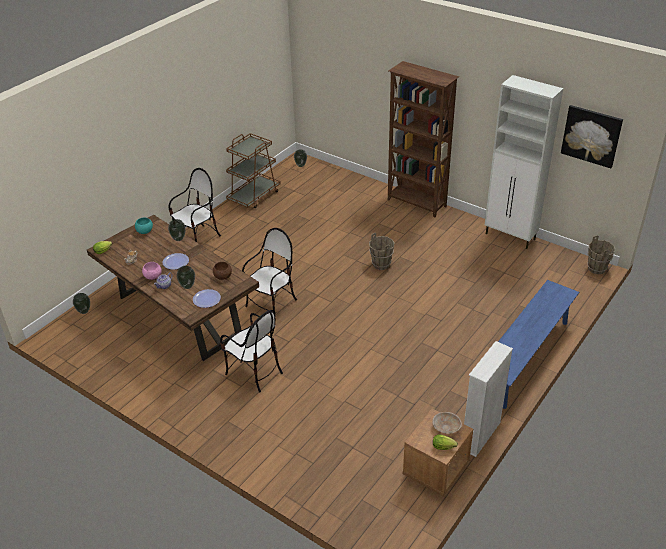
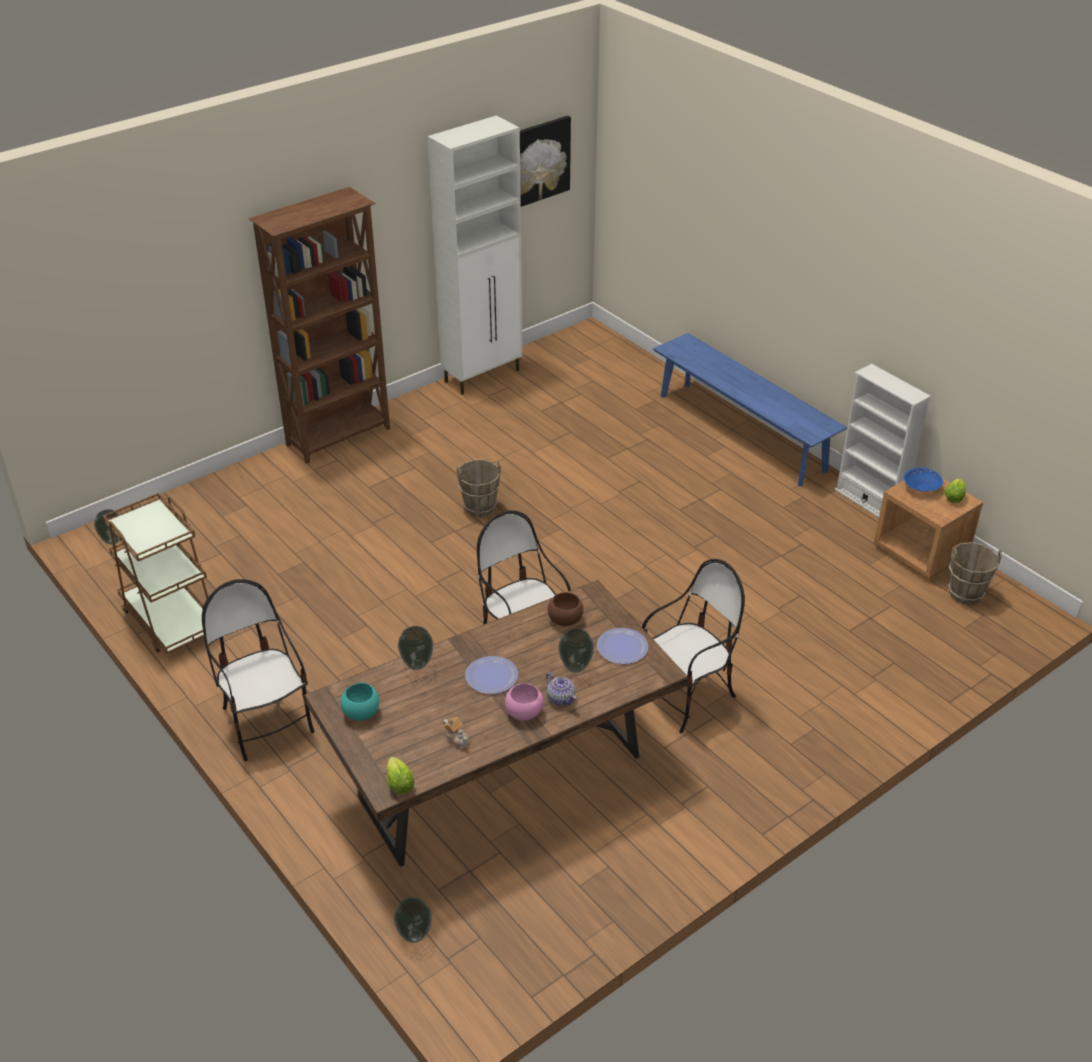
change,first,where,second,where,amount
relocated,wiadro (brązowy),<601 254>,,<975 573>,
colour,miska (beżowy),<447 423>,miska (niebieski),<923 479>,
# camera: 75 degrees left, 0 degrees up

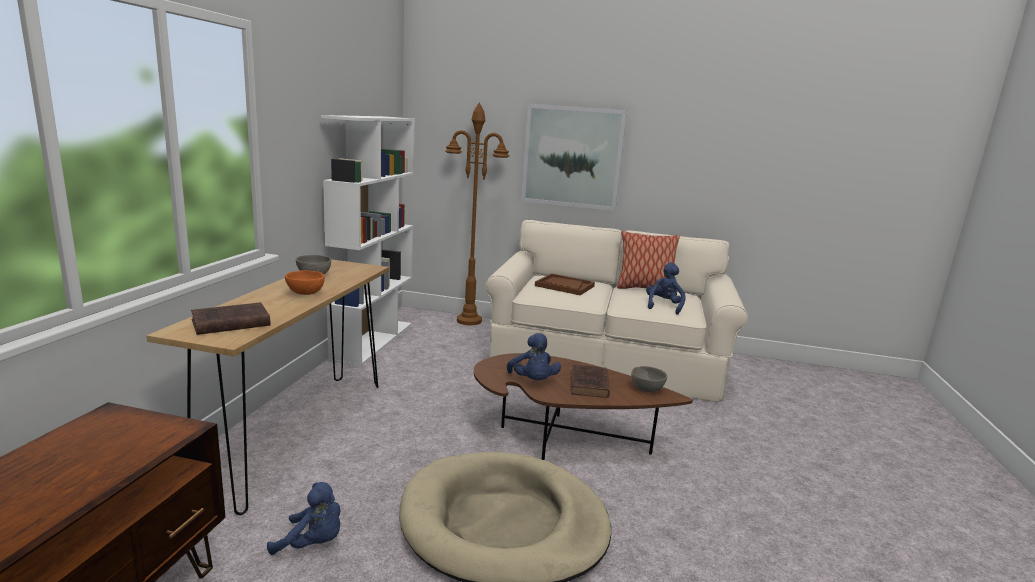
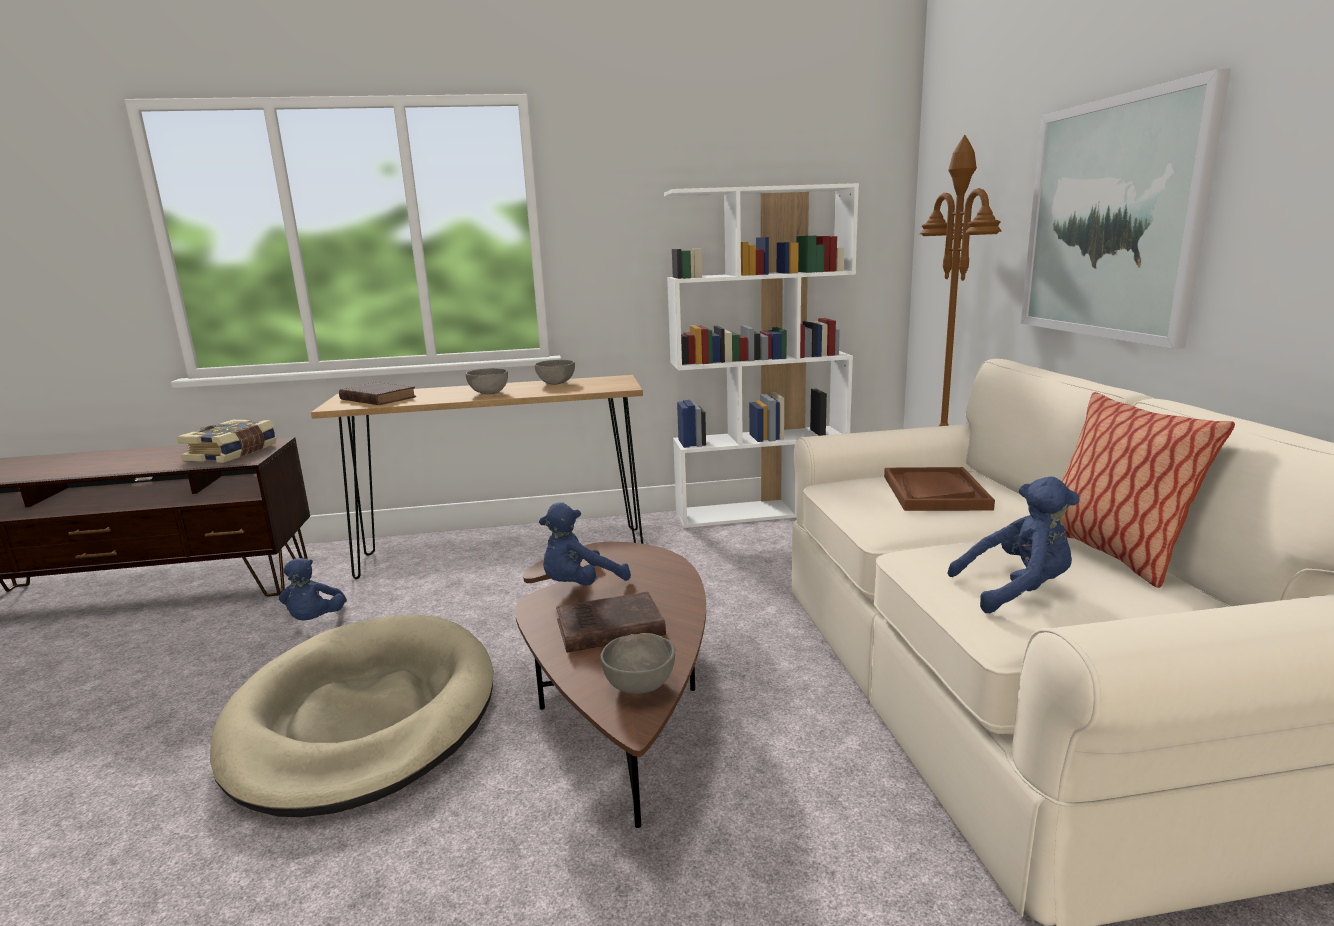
change,first,where,second,where,amount
appeared,,,książka,<227 441>,
colour,miska (pomarańczowy),<305 282>,miska (szary),<487 381>,
# camera: 70 degrees right, 0 degrees up

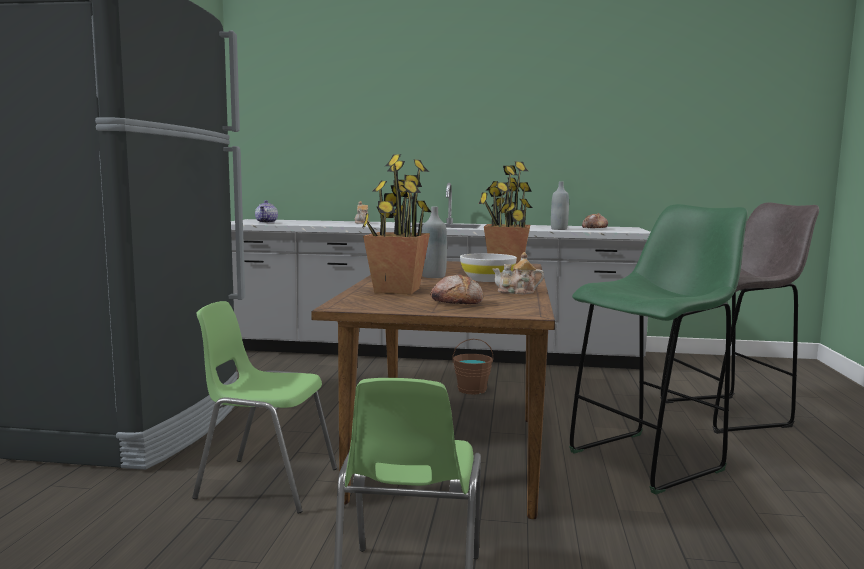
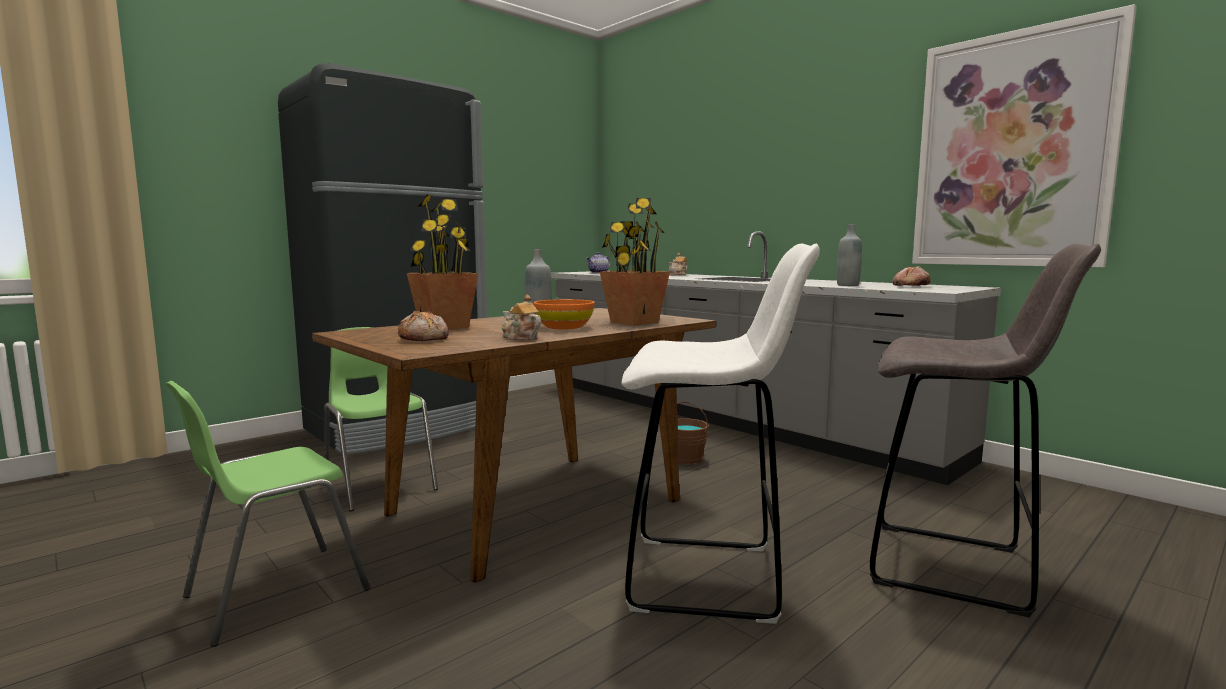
change,first,where,second,where,amount
appeared,,,obraz,<1024 135>,
colour,miska (biały),<488 267>,miska (pomarańczowy),<564 314>,
colour,stołek (zielony),<658 349>,stołek (biały),<720 434>,
# camera: 40 degrees right, 0 degrees up

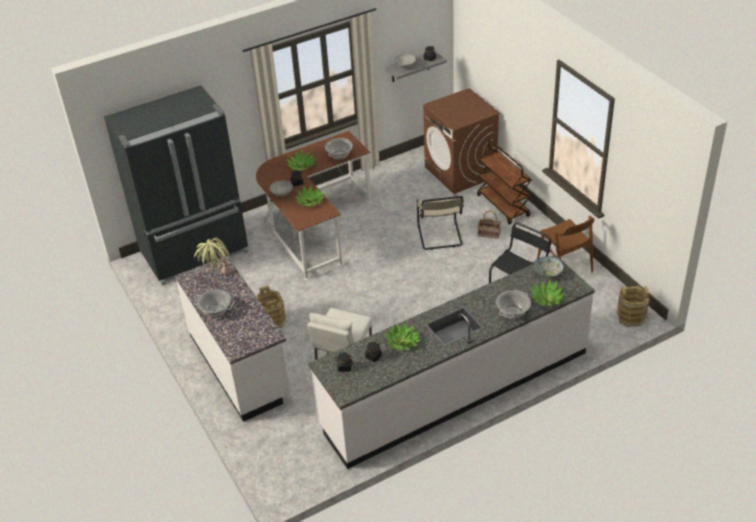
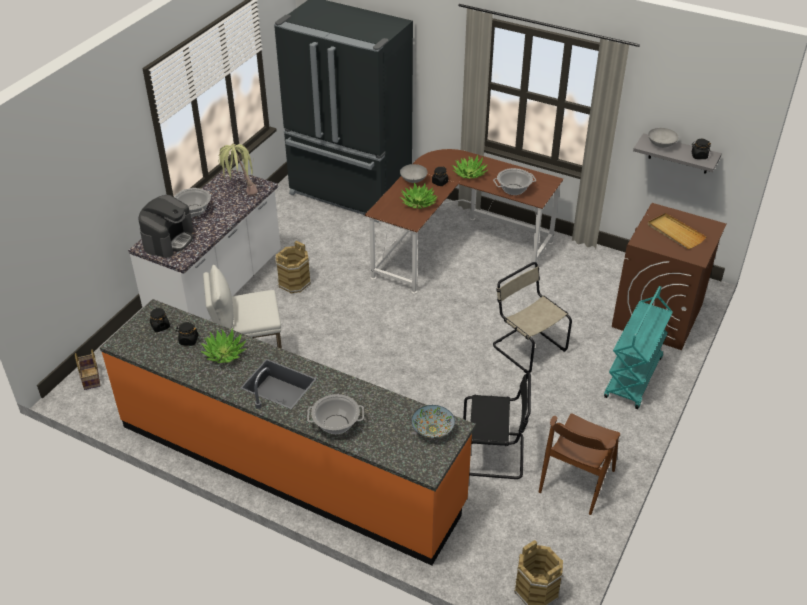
change,first,where,second,where,amount
missing,roślina doniczkowa,<548 292>,,,
appeared,,,ekspres do kawy,<165 226>,
appeared,,,taca (beżowy),<677 231>,
relocated,koszyk,<489 225>,,<88 369>,
colour,zabudowa kuchenna (biały),<451 361>,zabudowa kuchenna (pomarańczowy),<288 432>,
colour,wózek (brązowy),<504 182>,wózek (turkusowy),<638 347>,
spun,krzesło (beżowy),<440 222>,,<532 317>,90 degrees clockwise
# camera: 55 degrees right, 0 degrees up

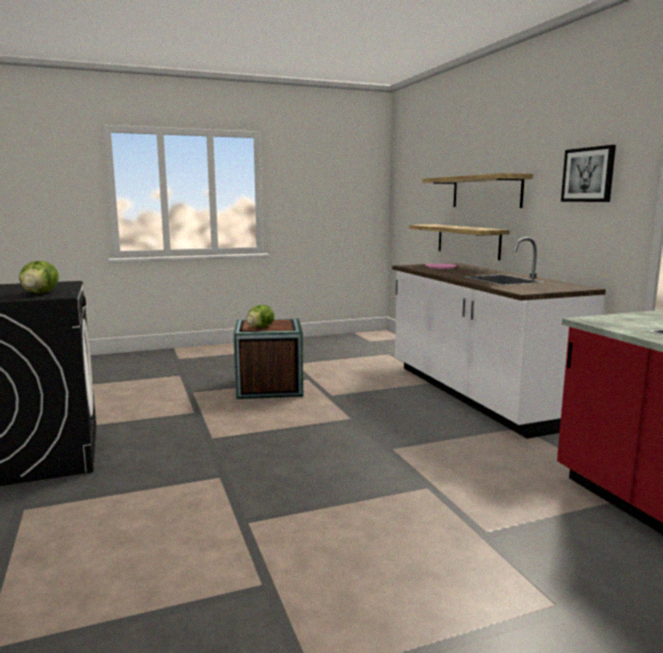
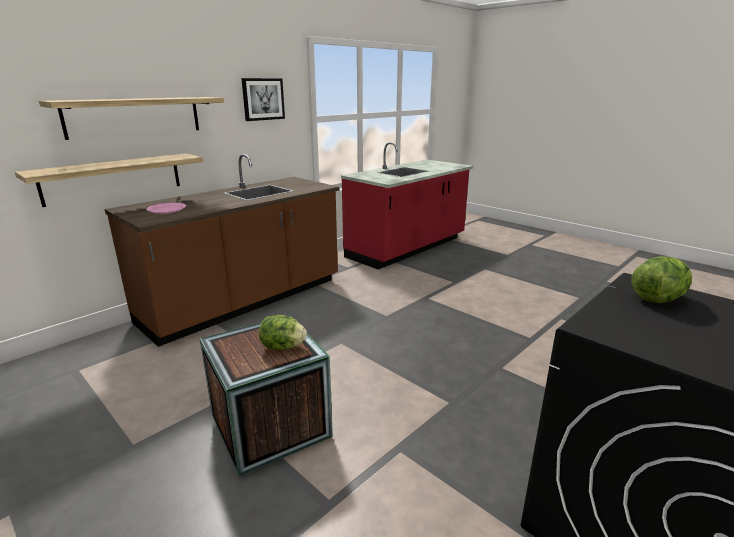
change,first,where,second,where,amount
colour,zabudowa kuchenna (biały),<499 338>,zabudowa kuchenna (brązowy),<222 250>,
# camera: 115 degrees left, 10 degrees up

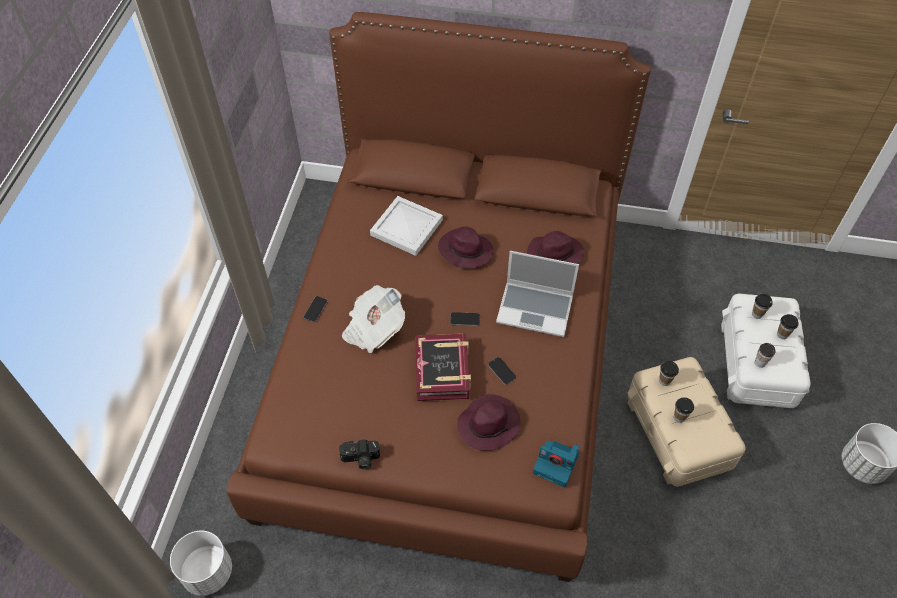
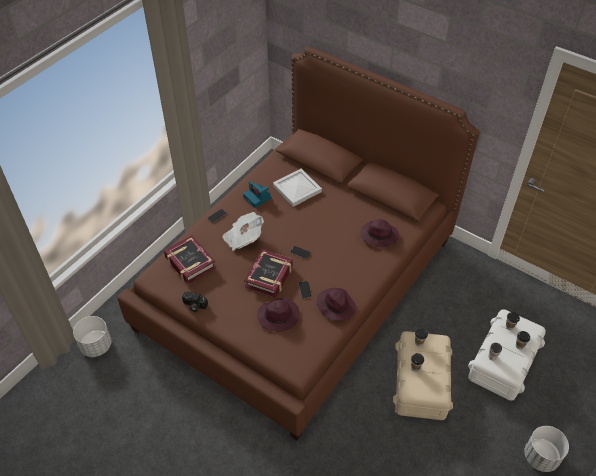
change,first,where,second,where,amount
missing,laptop,<537 294>,,,
appeared,,,książka,<190 259>,
relocated,kapelusz (fioletowy),<466 248>,,<336 304>,
relocated,aparat fotograficzny,<556 463>,,<257 194>,
# camera: 25 degrees right, 5 degrees down

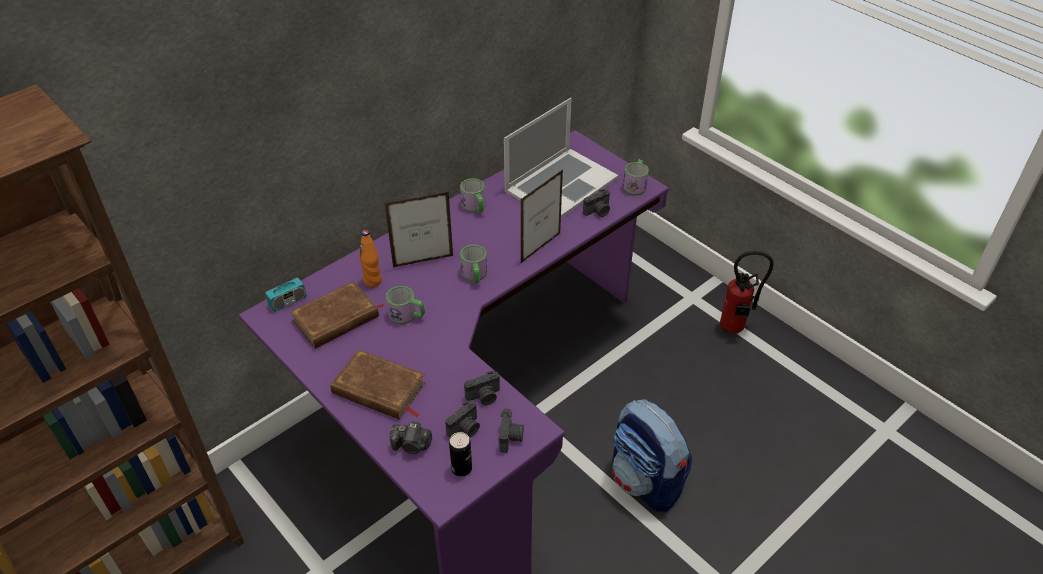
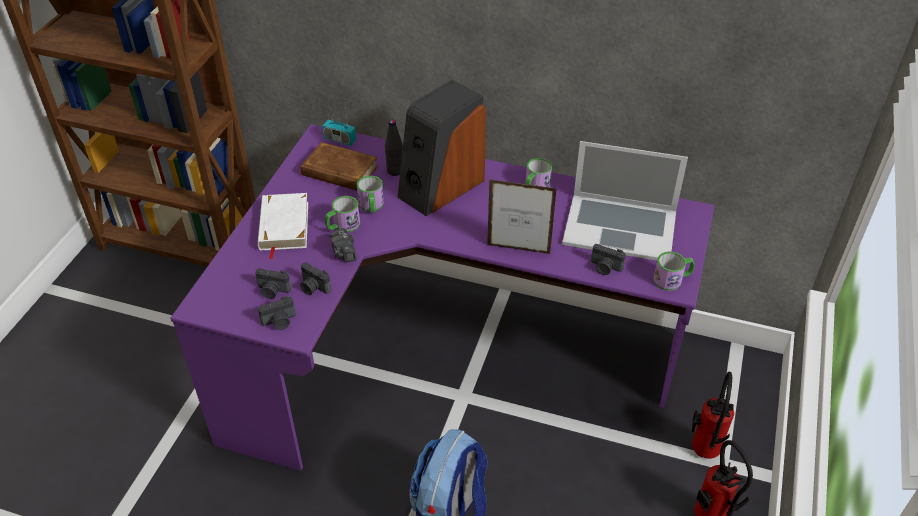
change,first,where,second,where,amount
missing,puszka,<460 454>,,,
appeared,,,gaśnica,<713 415>,
relocated,aparat fotograficzny,<411 437>,,<343 245>,
relocated,kubek,<473 264>,,<342 214>,
exchanged,ramka na zdjęcie,<419 229>,głośnik,<441 148>,
colour,książka (brązowy),<378 385>,książka (biały),<283 226>,
colour,butelka (pomarańczowy),<370 259>,butelka (czarny),<394 148>,
# camera: 60 degrees right, 0 degrees up

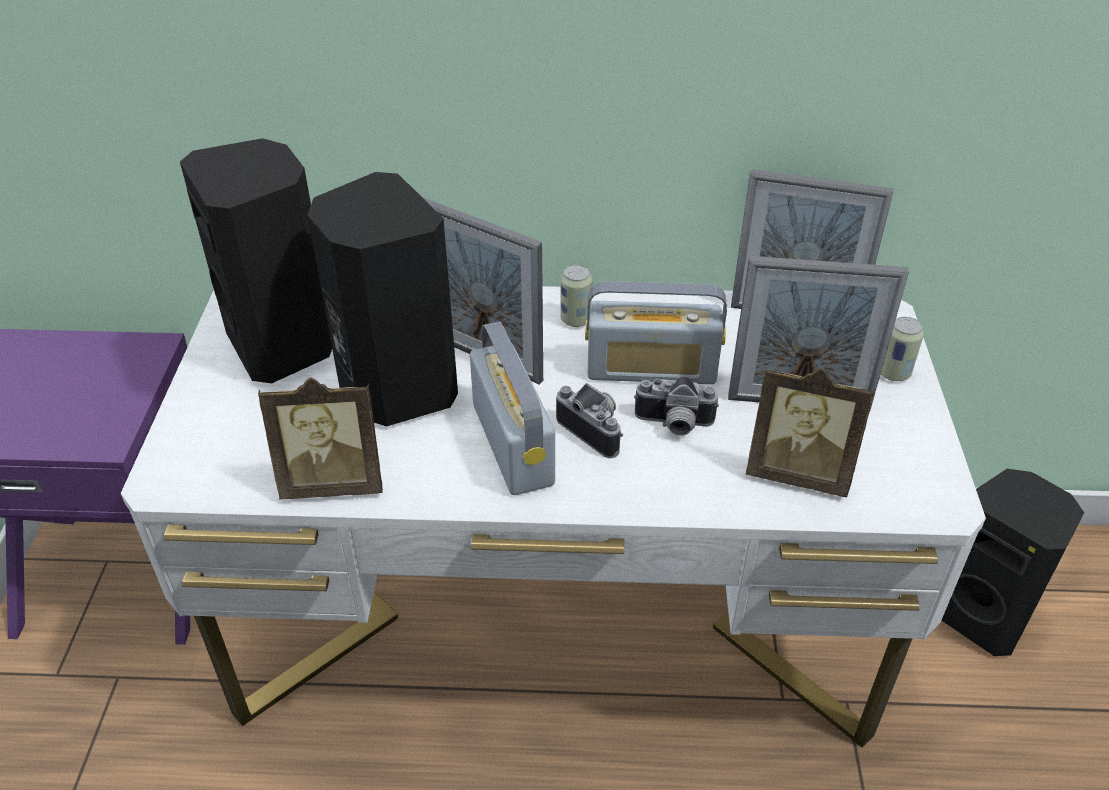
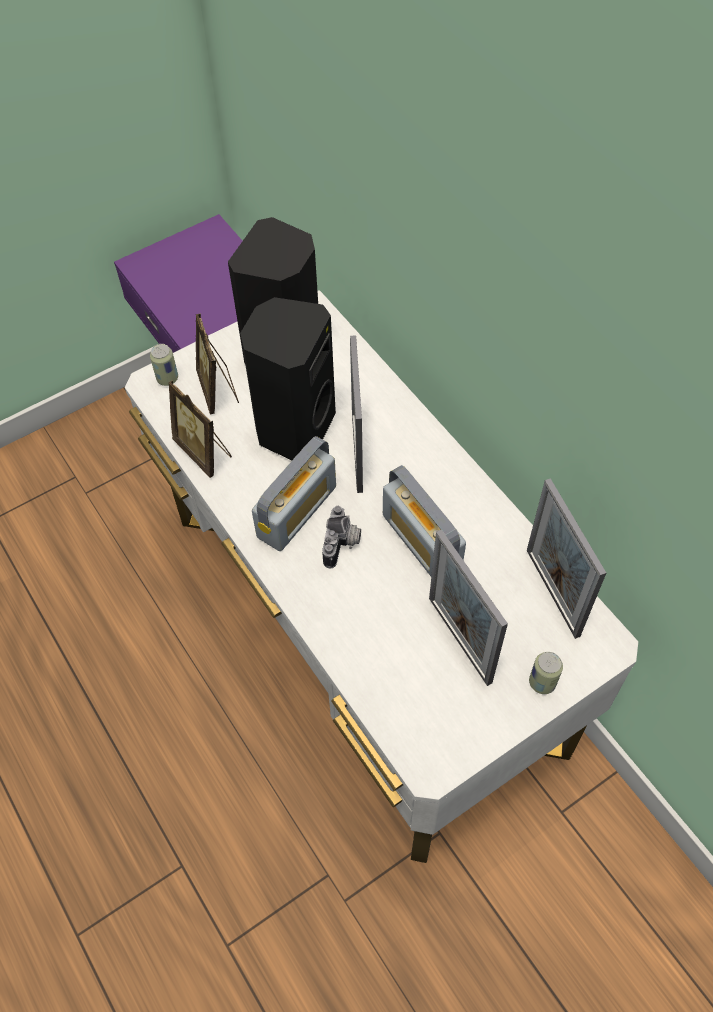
change,first,where,second,where,amount
missing,aparat fotograficzny,<676 406>,,,
missing,głośnik (czarny),<1012 562>,,,
relocated,puszka,<576 296>,,<164 365>,
relocated,ramka na zdjęcie,<810 432>,,<217 364>,
# camera: 55 degrees right, 15 degrees up

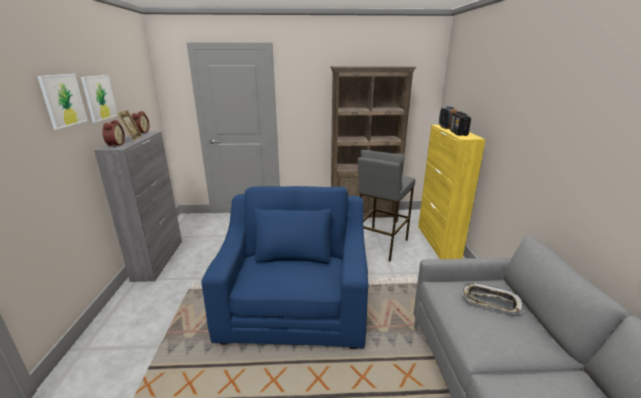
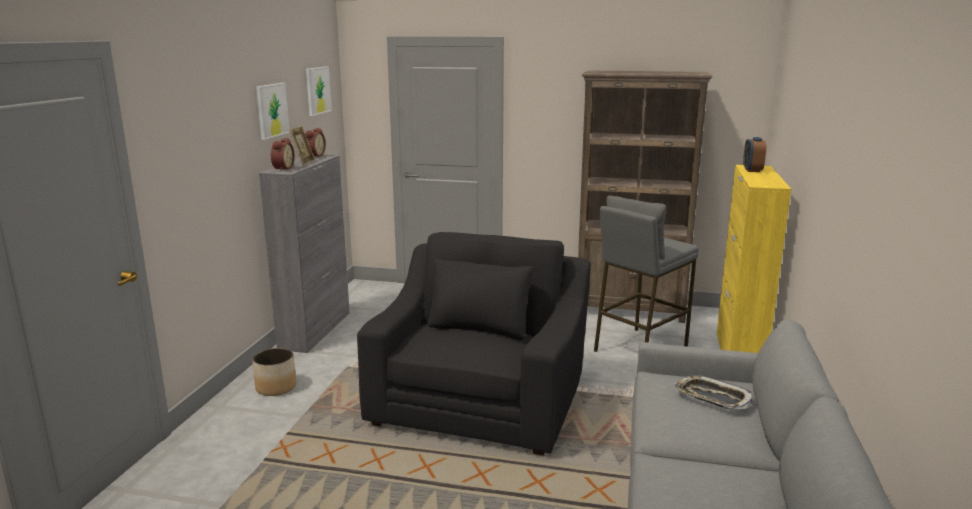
change,first,where,second,where,amount
missing,radio,<460 123>,,,
appeared,,,donica,<274 372>,
relocated,obraz,<62 102>,,<319 91>,
colour,fotel (niebieski),<284 267>,fotel (czarny),<474 344>,
# camera: 15 degrees right, 5 degrees down

